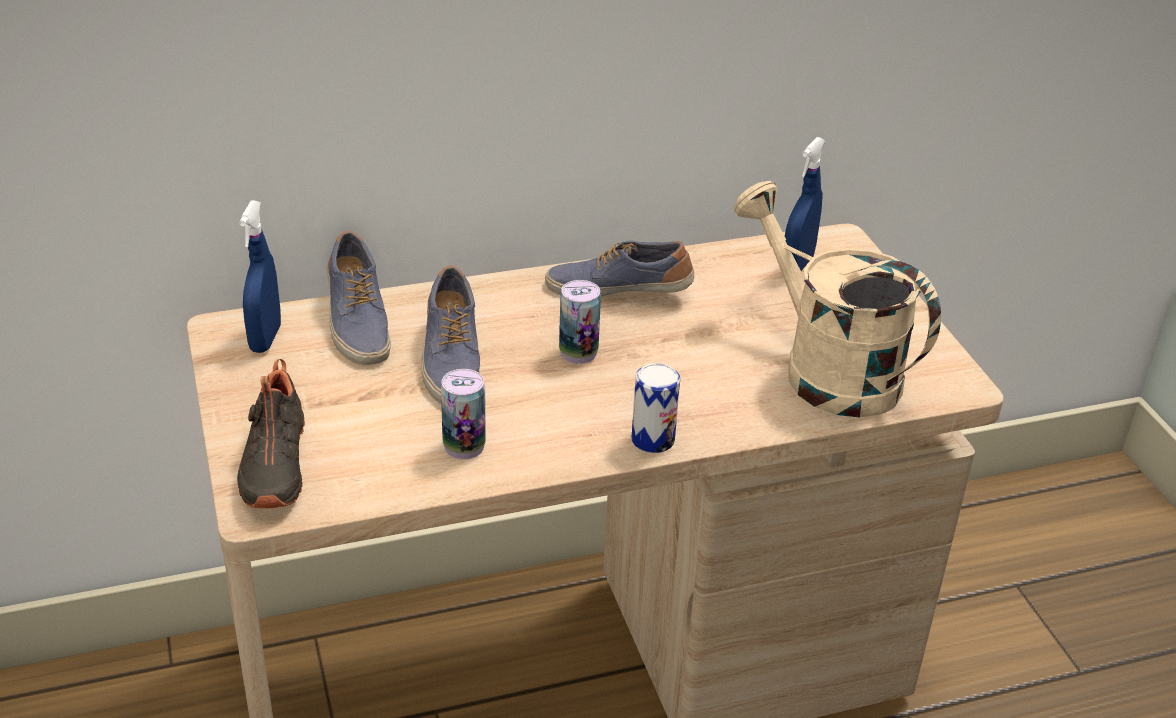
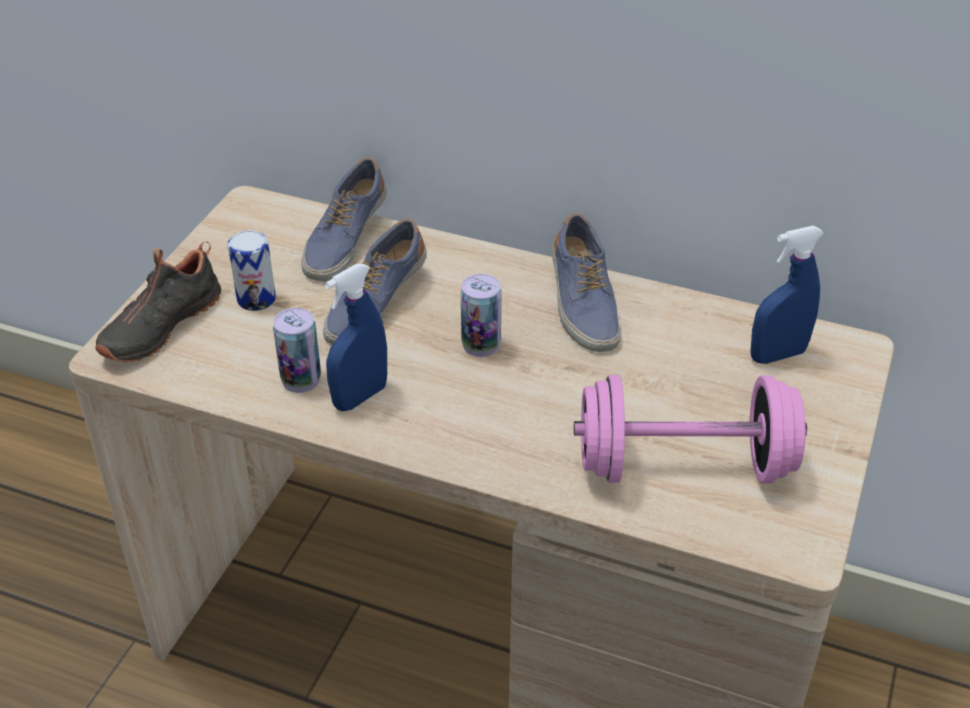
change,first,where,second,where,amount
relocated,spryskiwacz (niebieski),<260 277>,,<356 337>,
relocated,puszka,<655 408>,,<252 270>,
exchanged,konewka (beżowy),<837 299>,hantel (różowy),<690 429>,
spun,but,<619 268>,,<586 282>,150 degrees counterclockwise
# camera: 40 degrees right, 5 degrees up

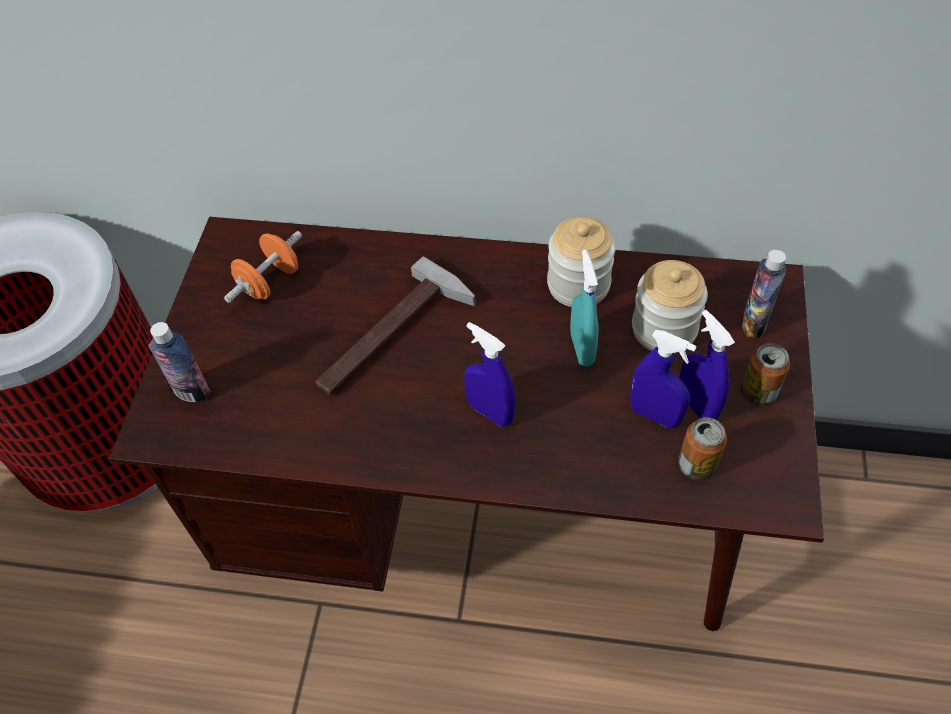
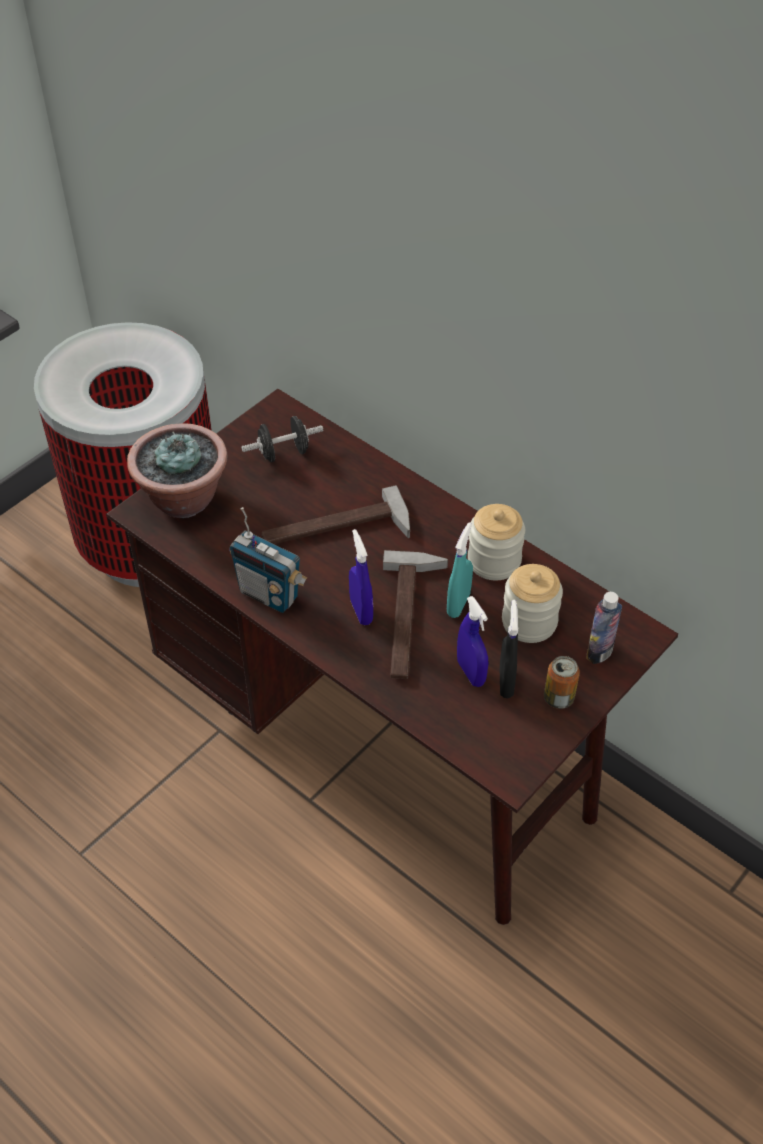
change,first,where,second,where,amount
missing,puszka,<702 448>,,,
appeared,,,radio,<268 560>,
appeared,,,młotek,<415 614>,
exchanged,butelka,<180 362>,roślina doniczkowa,<177 470>,
colour,hantel (pomarańczowy),<263 267>,hantel (czarny),<282 439>,
colour,spryskiwacz (niebieski),<707 365>,spryskiwacz (czarny),<509 649>,
# camera: 30 degrees right, 5 degrees down

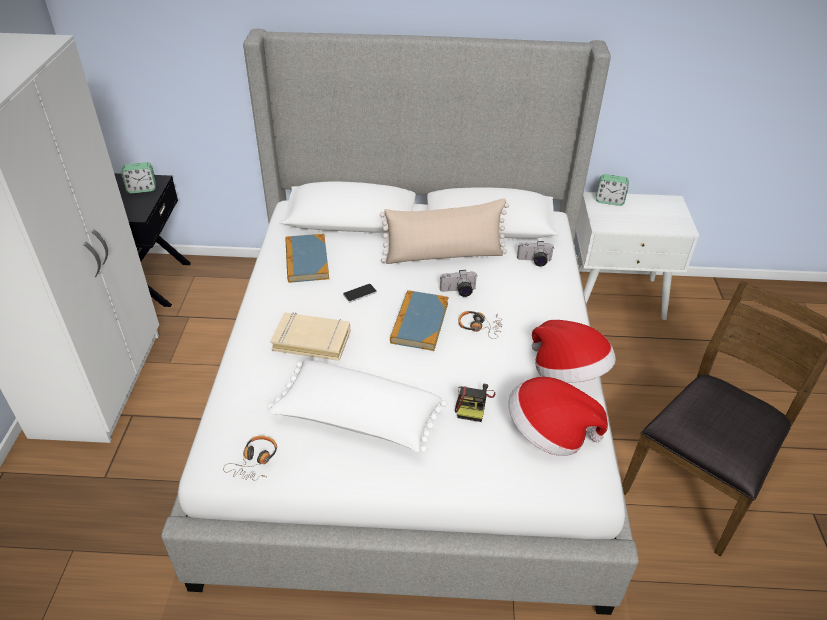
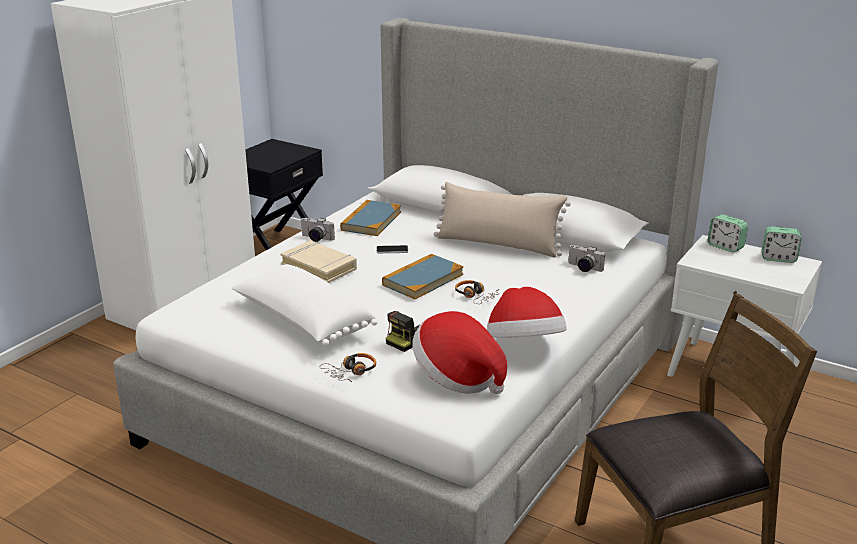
change,first,where,second,where,amount
relocated,budzik,<138 178>,,<782 244>,
relocated,słuchawki,<250 458>,,<348 367>,
relocated,aparat fotograficzny,<459 283>,,<317 230>,
# camera: 30 degrees right, 15 degrees down

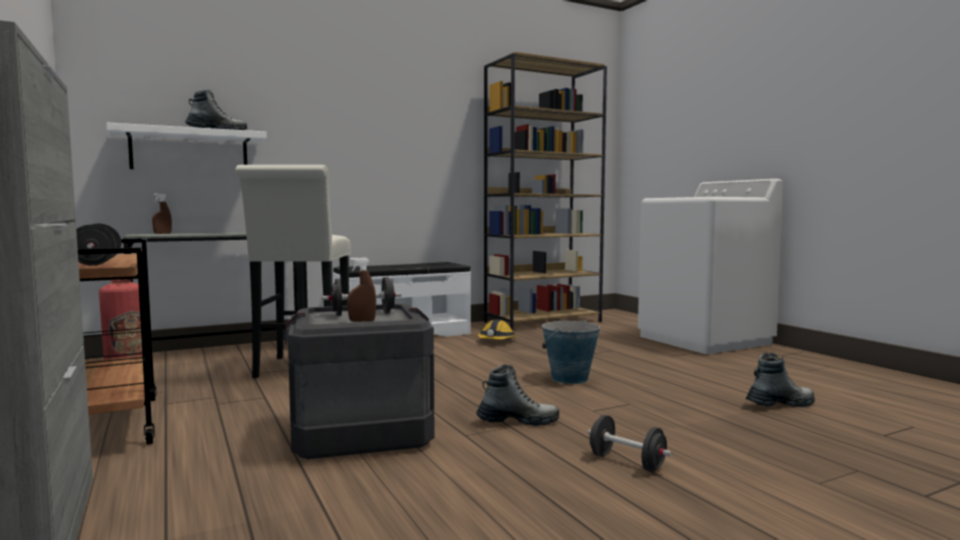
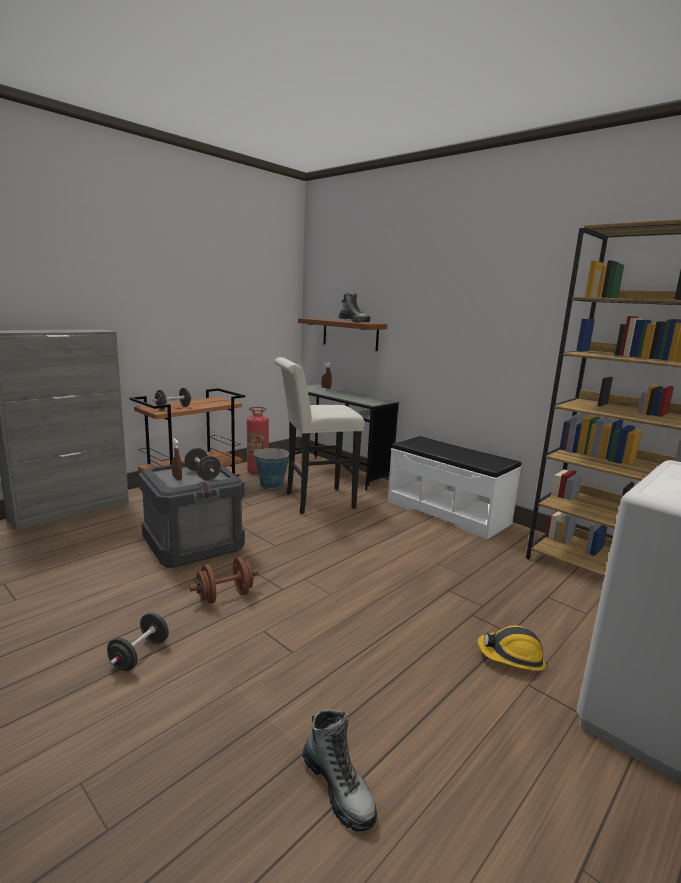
change,first,where,second,where,amount
relocated,kask,<497 329>,,<512 648>,
relocated,wiadro,<571 351>,,<271 468>,
exchanged,but z cholewką,<517 395>,hantel (brązowy),<224 580>,
colour,półka (biały),<186 146>,półka (brązowy),<343 334>,
# camera: 70 degrees right, 10 degrees up

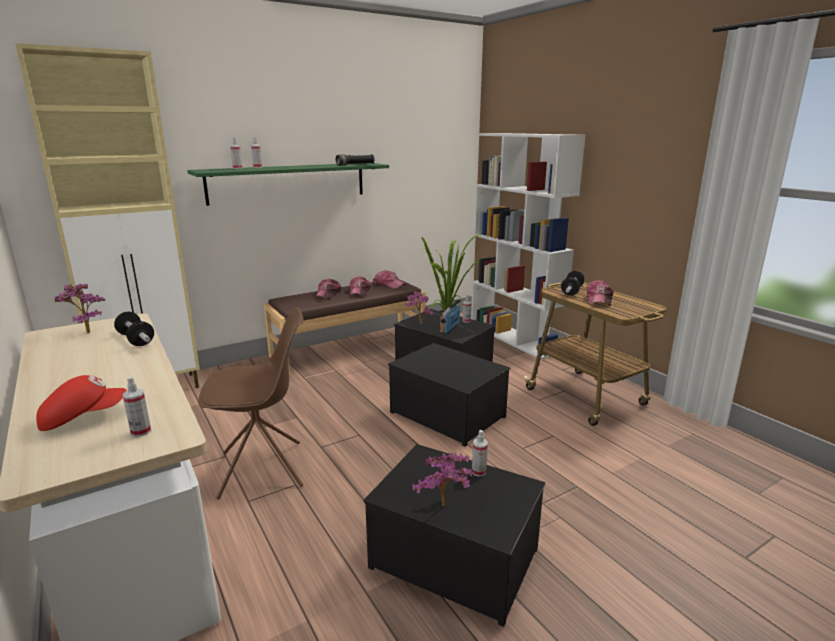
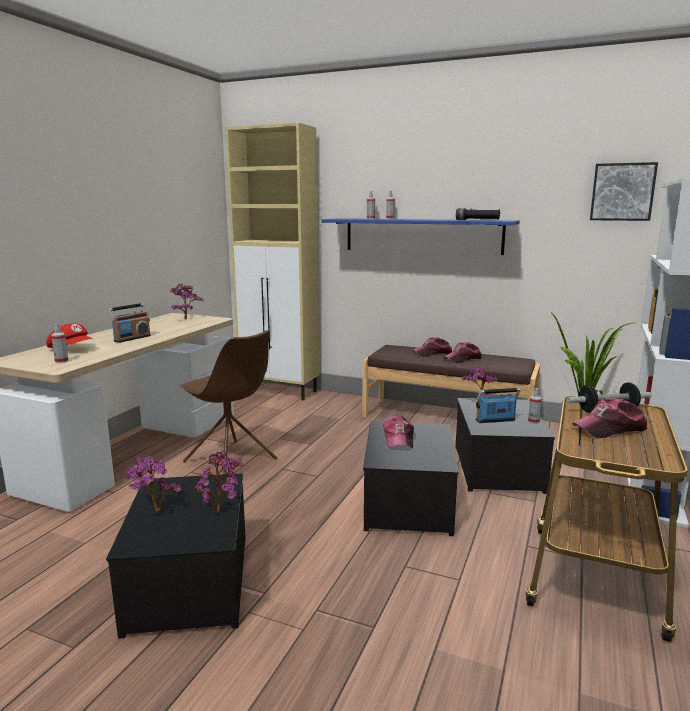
change,first,where,second,where,amount
missing,hantel,<134 329>,,,
appeared,,,radio,<129 323>,
appeared,,,obraz,<624 191>,
relocated,czapka z daszkiem,<389 279>,,<398 431>,
exchanged,spryskiwacz,<480 453>,roślina doniczkowa,<219 482>,
colour,półka (zielony),<288 184>,półka (niebieski),<421 236>,
# camera: 55 degrees right, 5 degrees down

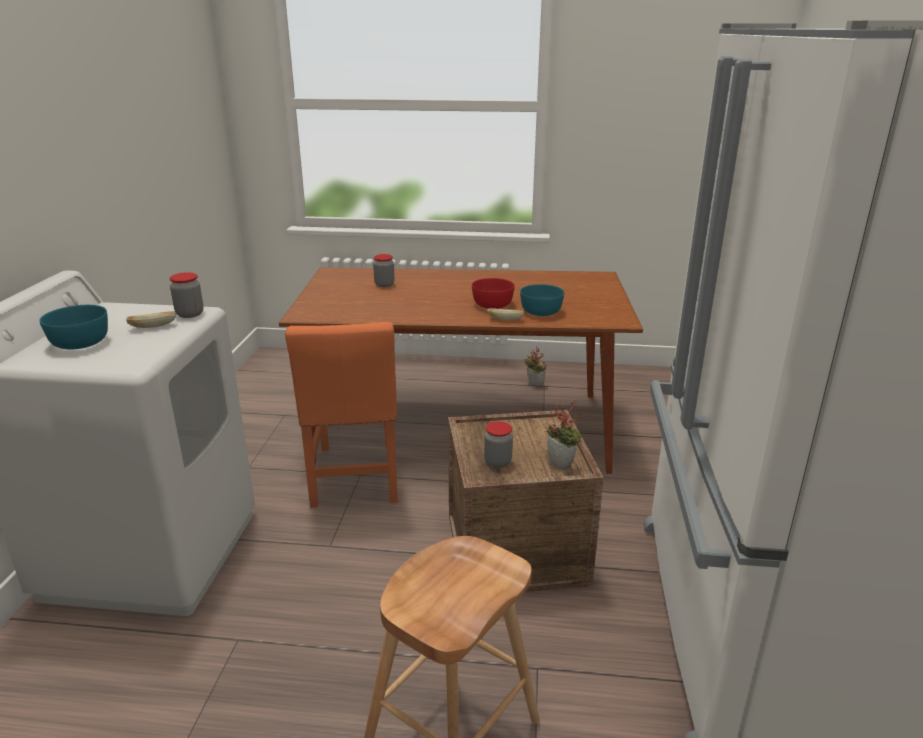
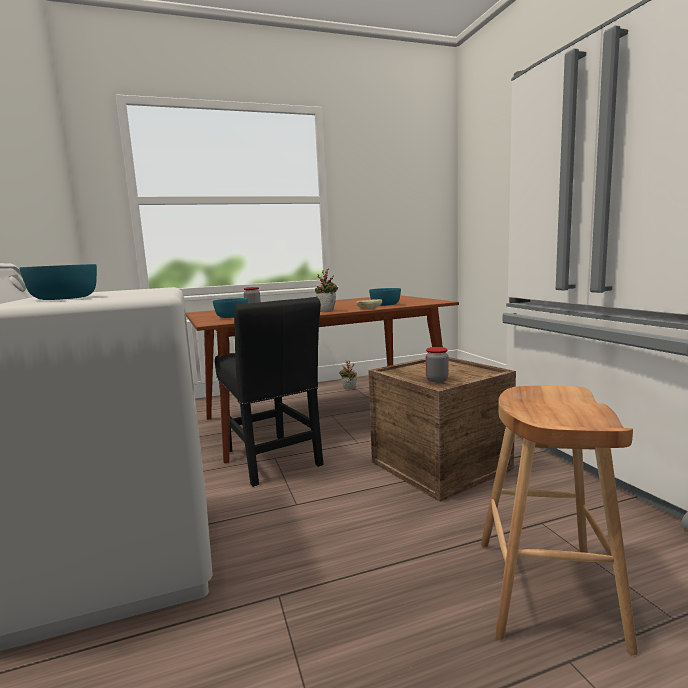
change,first,where,second,where,amount
missing,chleb,<151 319>,,,
missing,słoik,<186 295>,,,
missing,miska (czerwony),<493 293>,,,
appeared,,,miska (turkusowy),<230 308>,
relocated,roślina doniczkowa,<564 435>,,<326 290>,
colour,krzesło (pomarańczowy),<341 415>,krzesło (czarny),<269 392>,
# camera: 25 degrees left, 15 degrees down

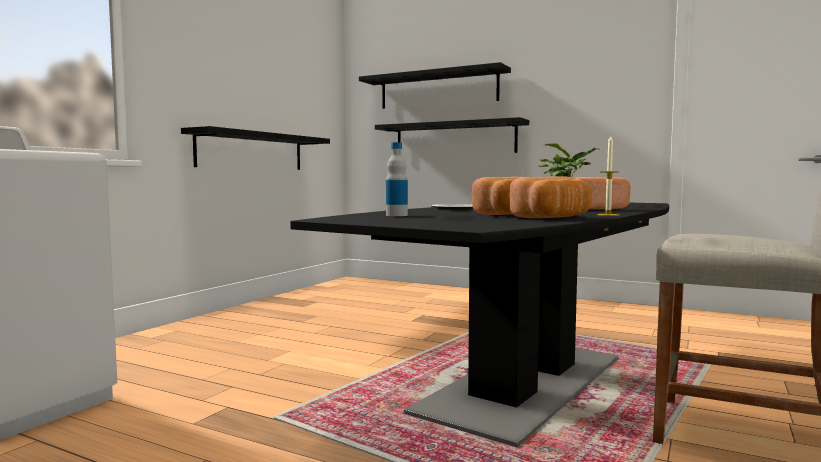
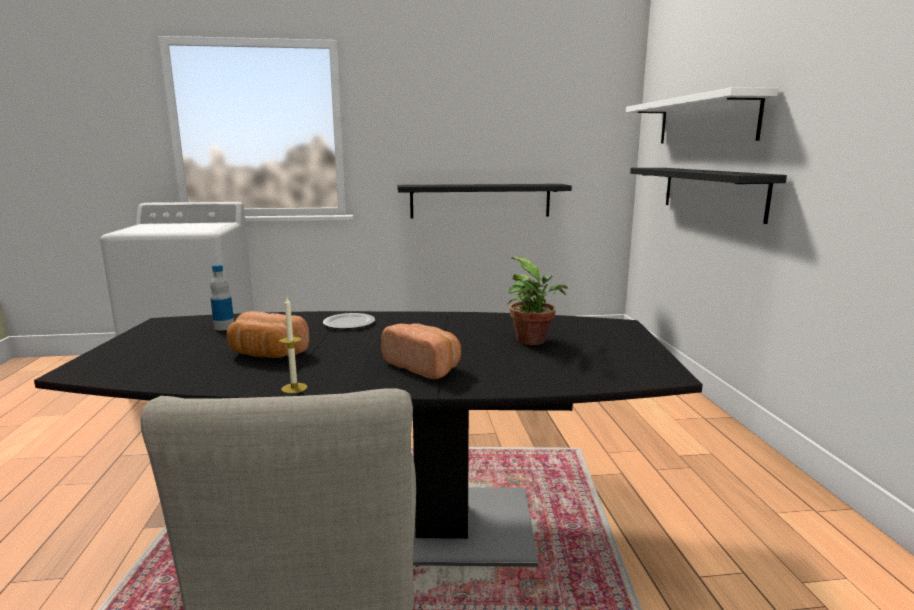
change,first,where,second,where,amount
missing,chleb,<551 197>,,,
colour,półka (czarny),<435 85>,półka (biały),<702 115>,
# camera: 55 degrees right, 10 degrees up

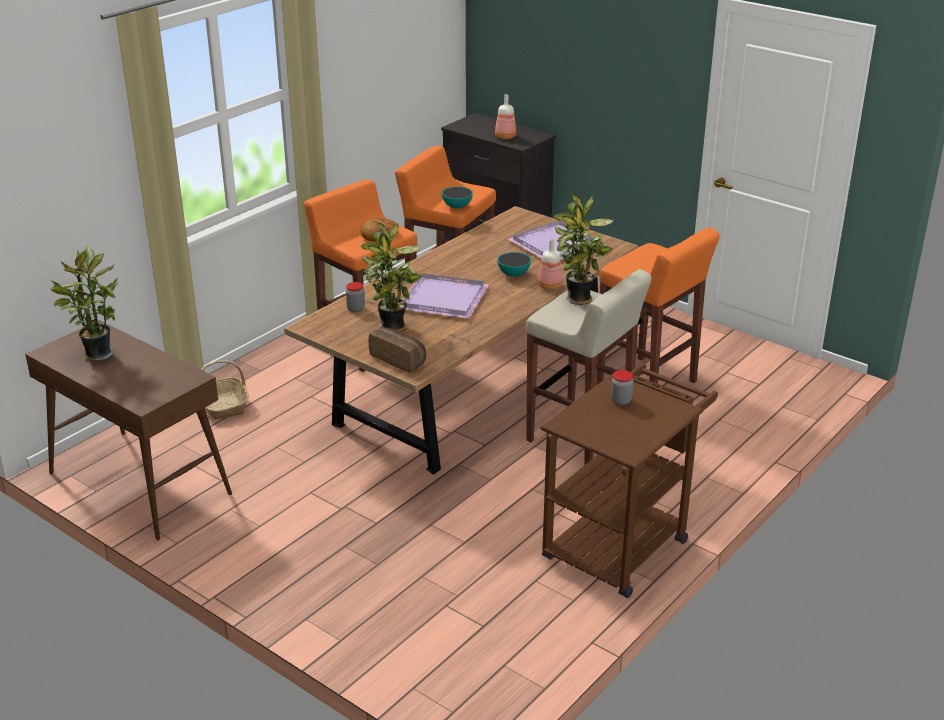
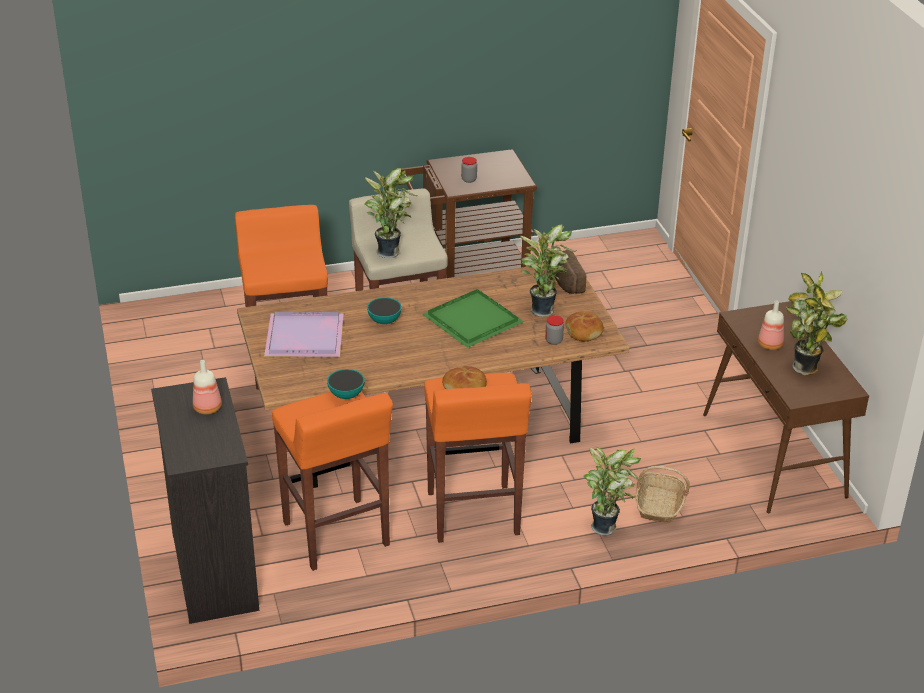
change,first,where,second,where,amount
appeared,,,chleb,<584 326>,
appeared,,,roślina doniczkowa,<613 491>,
relocated,butelka,<550 264>,,<771 325>,
colour,taca (fioletowy),<446 296>,taca (zielony),<473 318>,
# camera: 145 degrees left, 5 degrees up

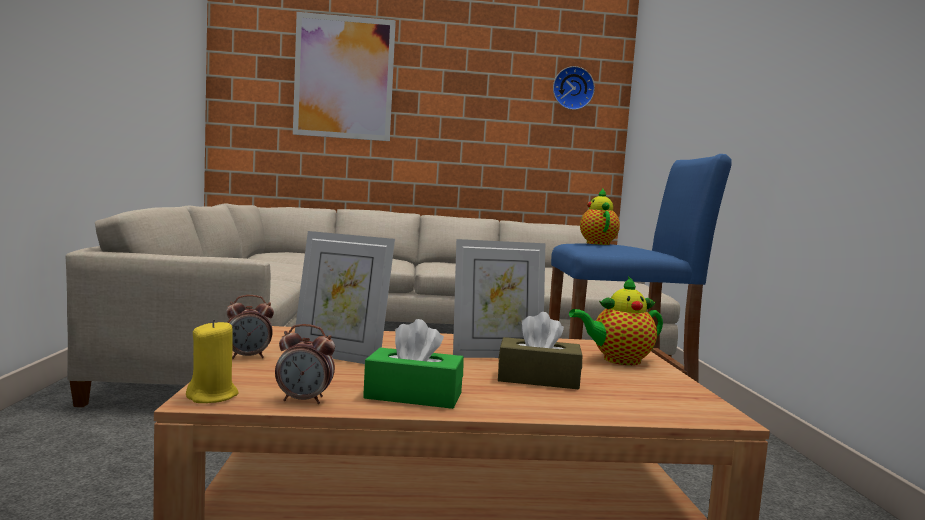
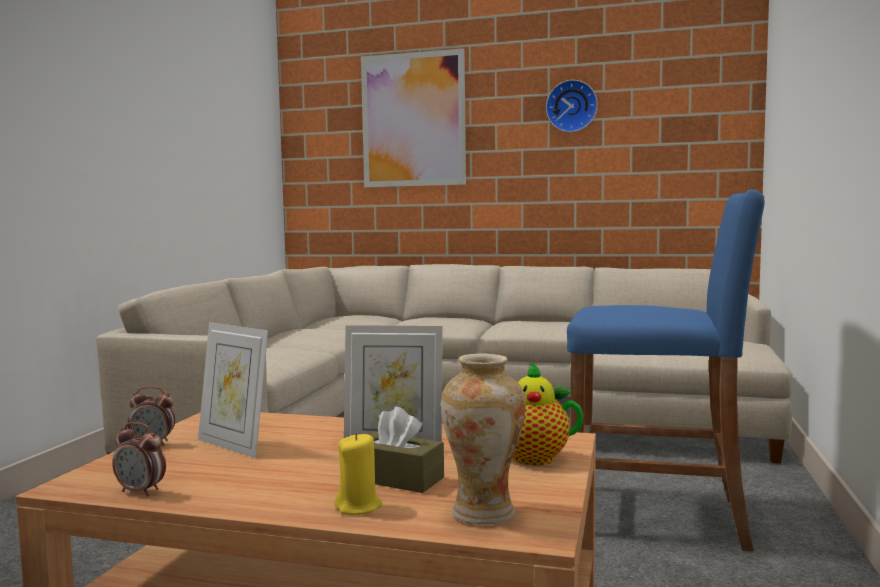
change,first,where,second,where,amount
missing,pudełko chusteczek (zielony),<413 364>,,,
missing,imbryk,<600 216>,,,
appeared,,,wazon,<483 439>,
relocated,świeca (żółty),<212 361>,,<358 474>,
relocated,zegar ścienny,<574 88>,,<572 106>,
# camera: 20 degrees right, 0 degrees up

